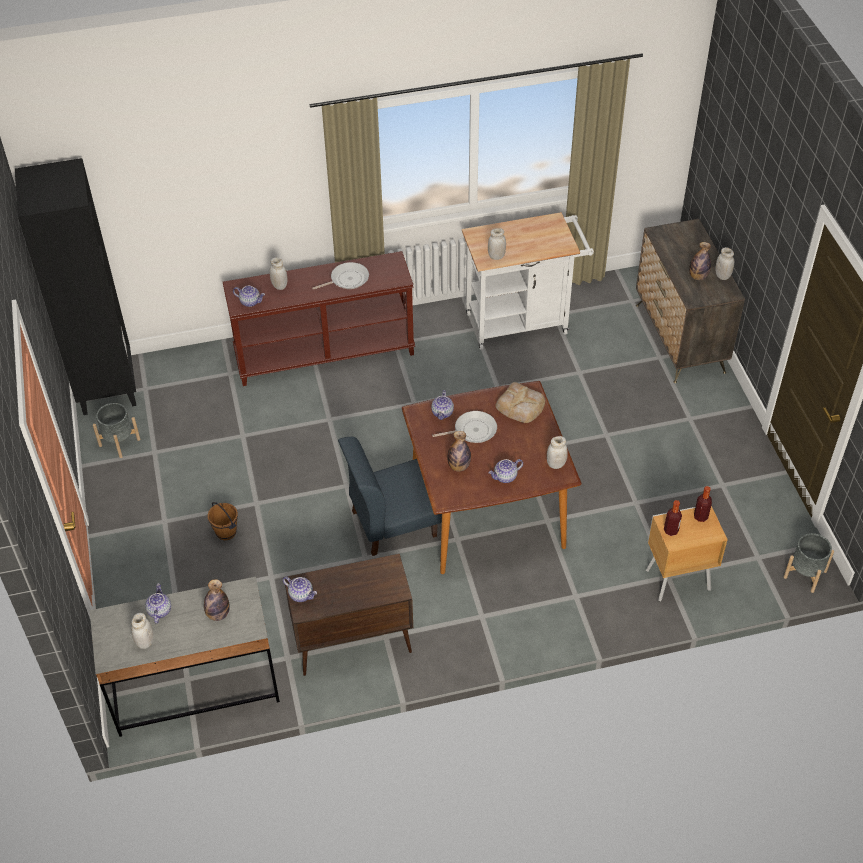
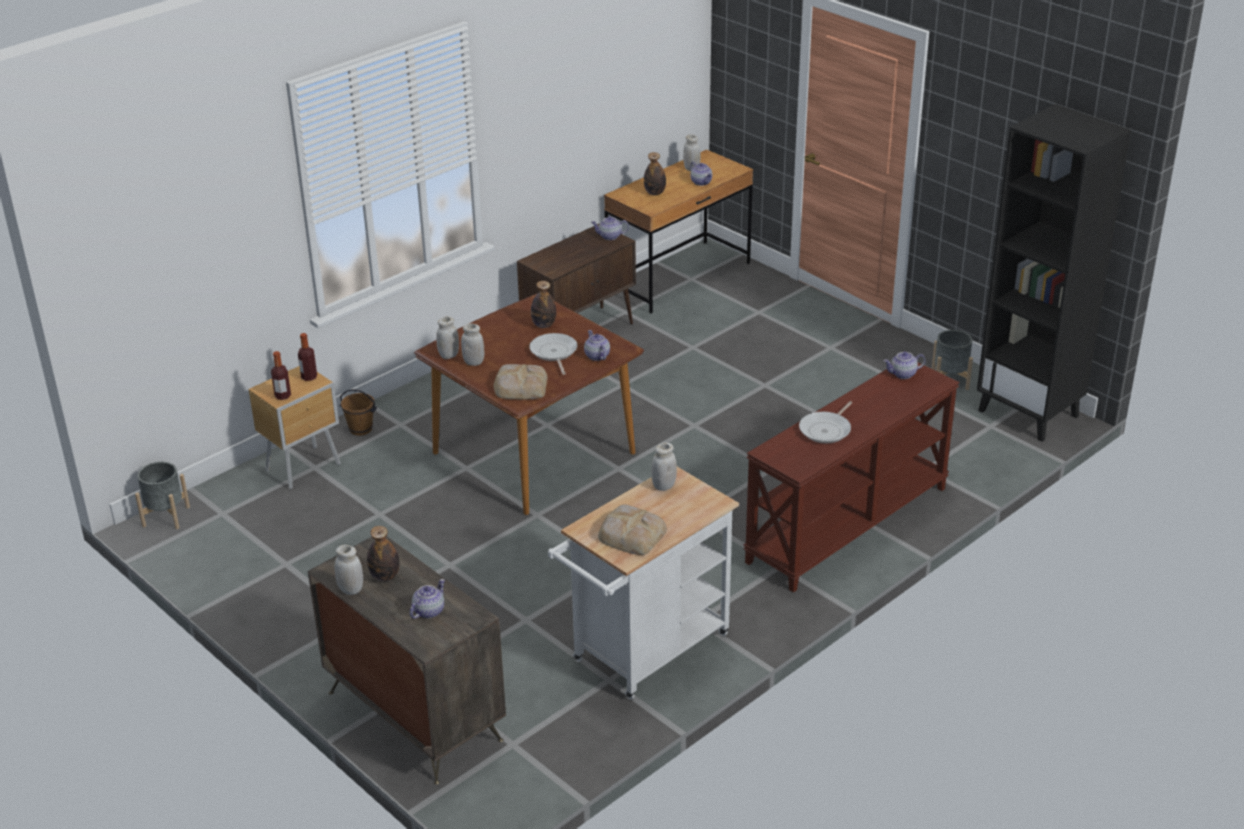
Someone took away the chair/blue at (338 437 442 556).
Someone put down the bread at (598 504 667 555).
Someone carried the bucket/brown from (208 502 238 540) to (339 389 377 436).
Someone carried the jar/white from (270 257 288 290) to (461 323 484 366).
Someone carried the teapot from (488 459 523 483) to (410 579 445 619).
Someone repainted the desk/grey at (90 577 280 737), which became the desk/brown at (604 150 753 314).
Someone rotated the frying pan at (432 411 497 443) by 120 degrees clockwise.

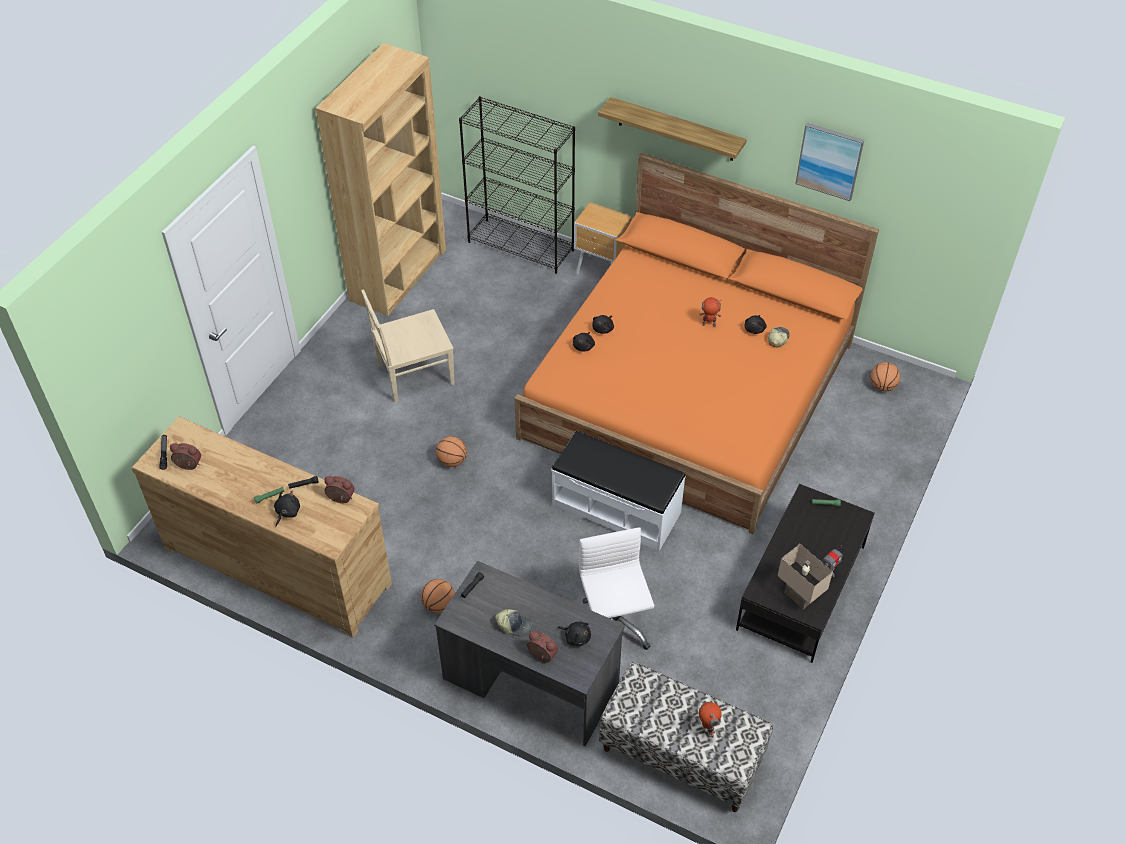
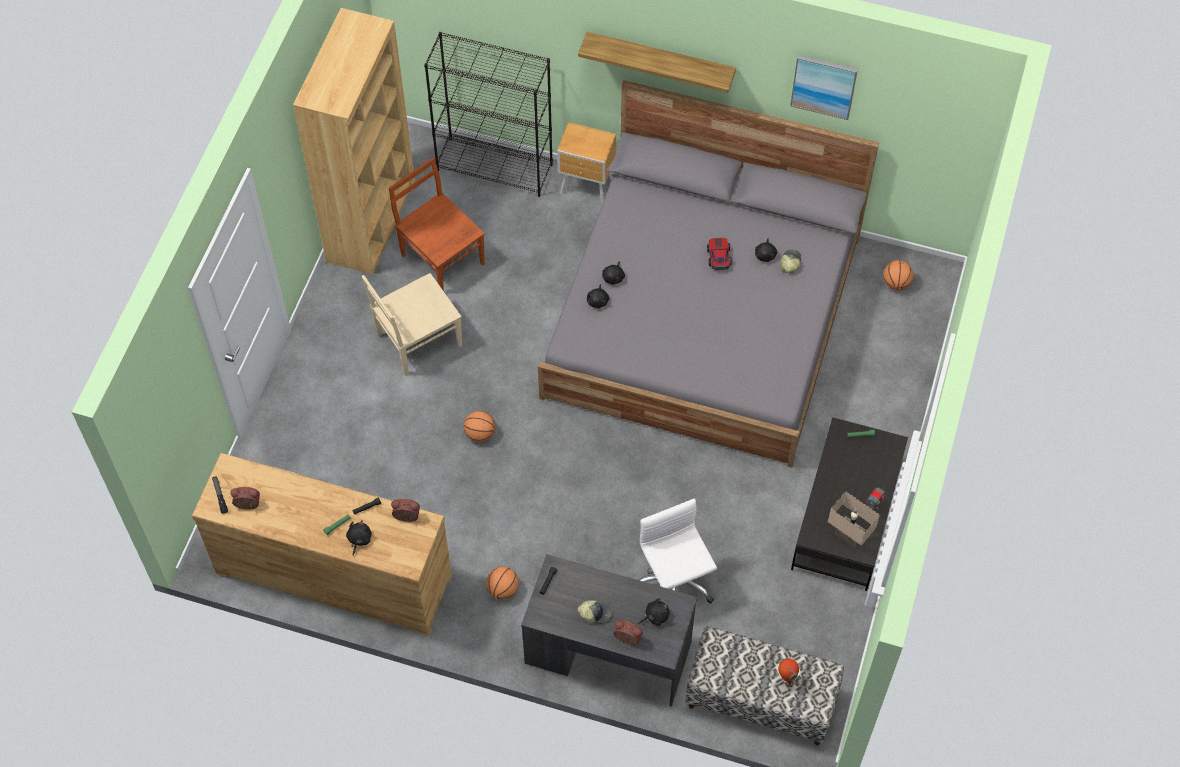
Someone took away the bench/white at (551 430 686 551).
Someone put down the chair/brown at (389 157 485 291).
Someone swapped the toy robot at (699 297 722 327) for the toy car at (707 238 732 270).
Someone repainted the bed/orange at (515 153 879 534), which became the bed/grey at (538 80 879 468).
Someone rotated the plush toy/black at (558 622 591 646) by 45 degrees counterclockwise.

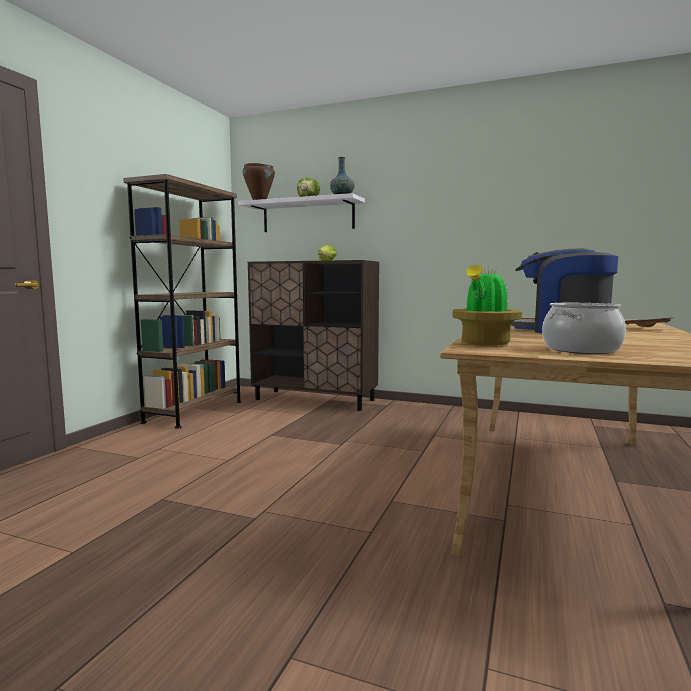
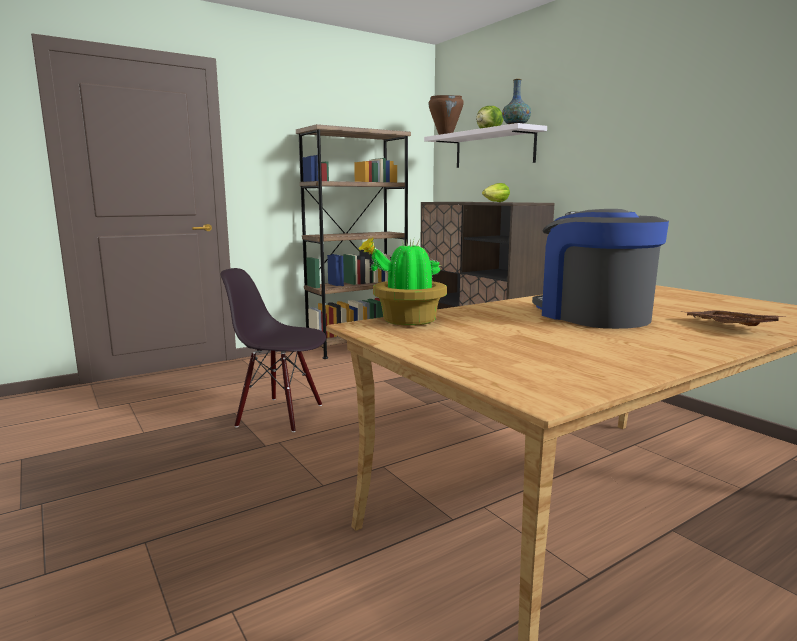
Someone took away the cooking pot at (542 303 626 354).
Someone put down the chair/black at (221 268 326 432).

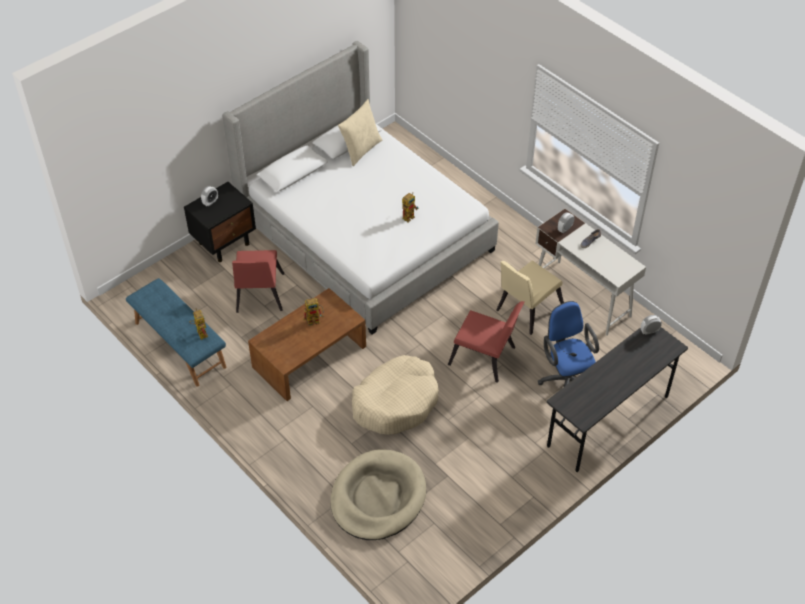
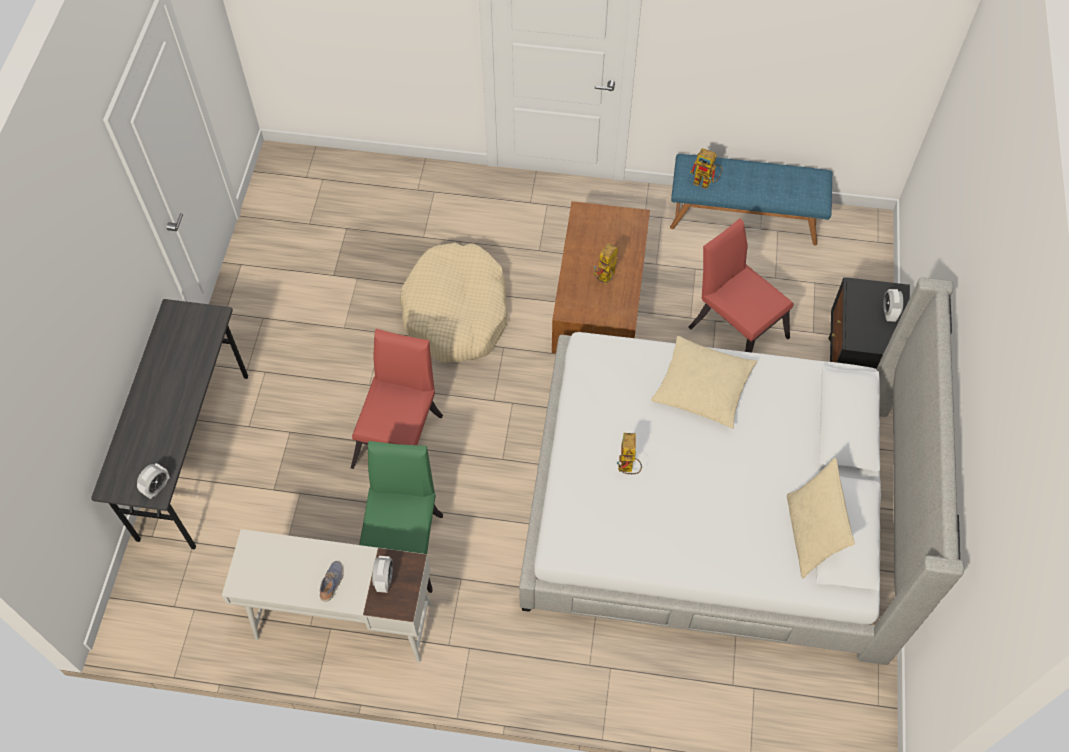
Someone took away the dog bed/beige at (331 449 426 540).
Someone took away the office chair/blue at (538 301 599 387).
Someone put down the pillow/beige at (651 336 757 429).
Someone repainted the chair/beige at (496 260 564 335), which became the chair/green at (359 441 443 593).
Someone rotated the chair/red at (448 301 525 383) by 120 degrees clockwise.

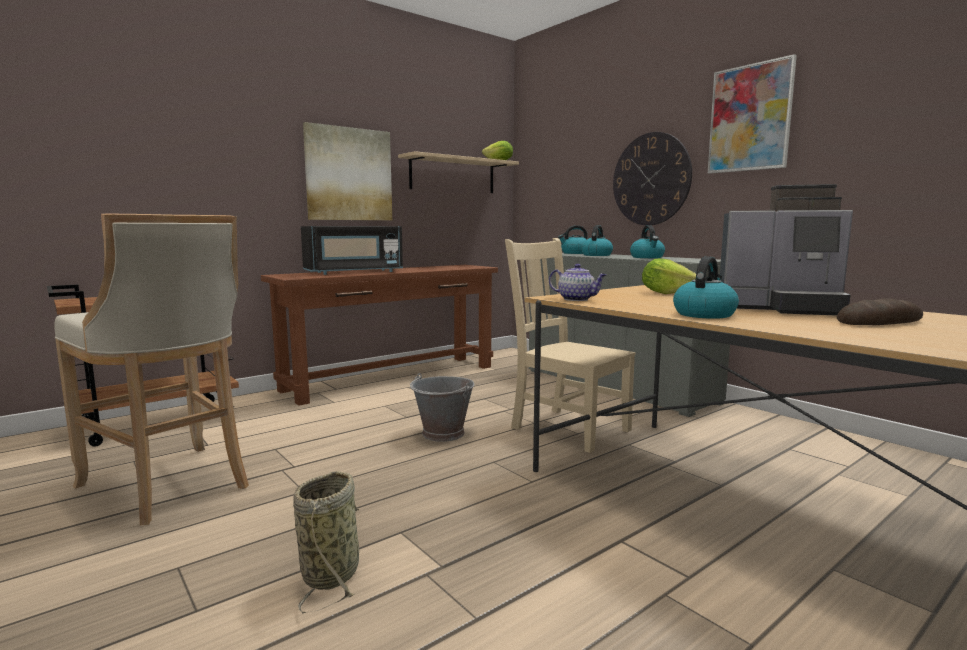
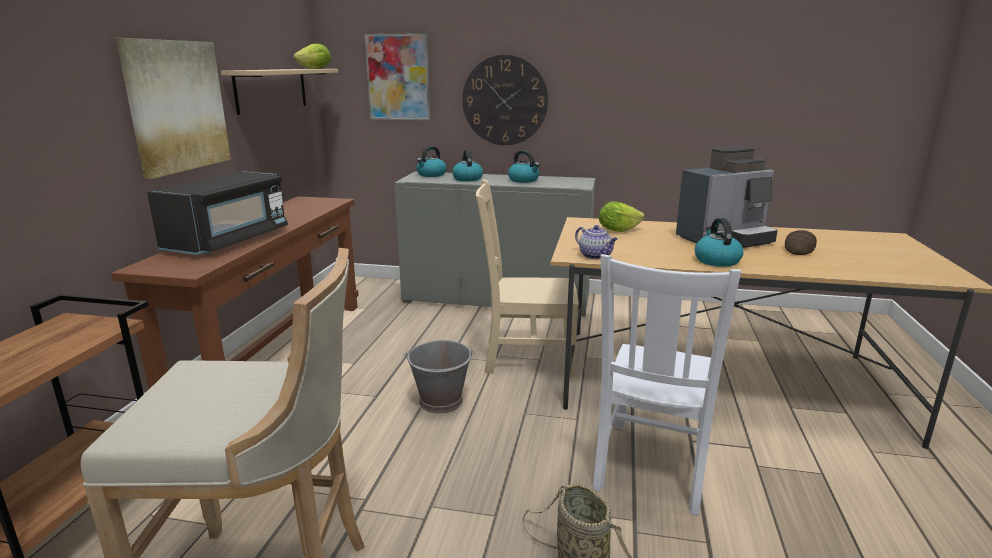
Someone put down the chair/white at (593 254 741 515).
Someone carried the picture from (708 54 797 174) to (364 33 430 120).
Someone rotated the teapot at (549 264 607 301) by 60 degrees clockwise.

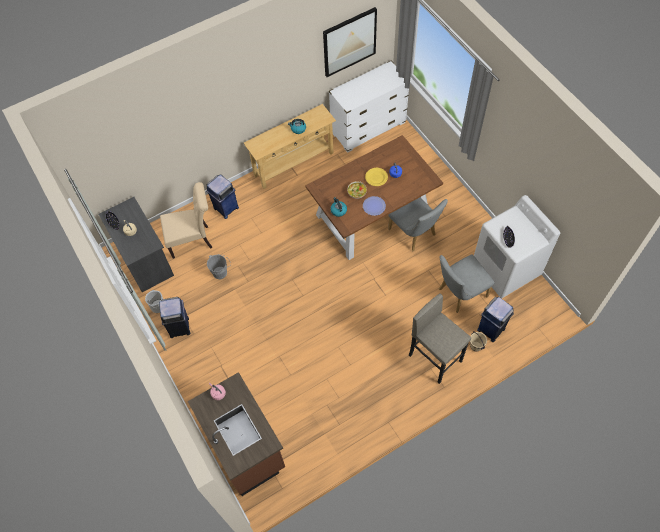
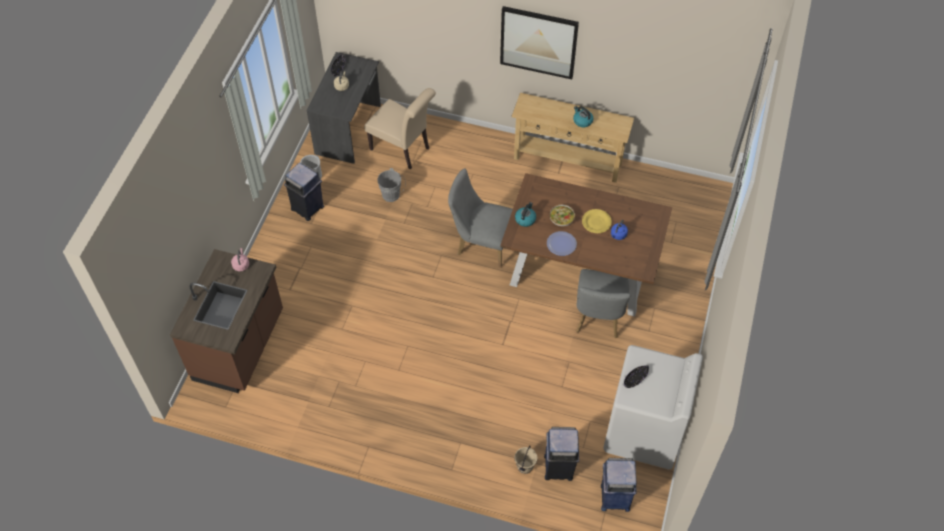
Someone took away the dresser/white at (329 61 409 153).
Someone took away the stool/grey at (409 293 471 384).
Someone carried the trash can/blue from (206 174 239 219) to (601 458 637 512).
Someone carried the picture from (323 7 377 77) to (500 6 579 79).
Someone carried the chair/grey from (439 254 495 313) to (448 169 513 268).

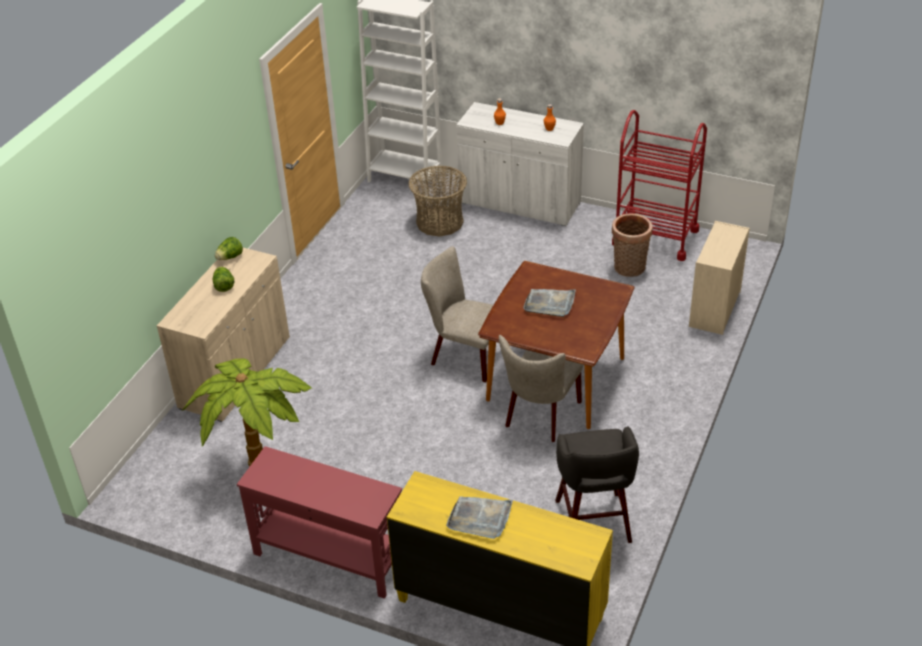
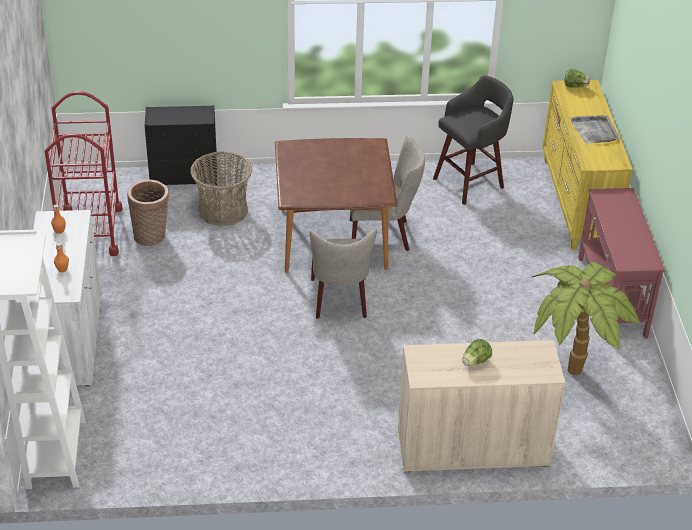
Someone took away the tray/grey at (523 289 576 317).
Someone carried the lettuce from (215 237 243 260) to (564 69 590 88).
Someone carried the basket from (408 166 467 237) to (190 151 252 226).
Someone repainted the dresser/beige at (689 221 750 335), which became the dresser/black at (145 105 217 186).

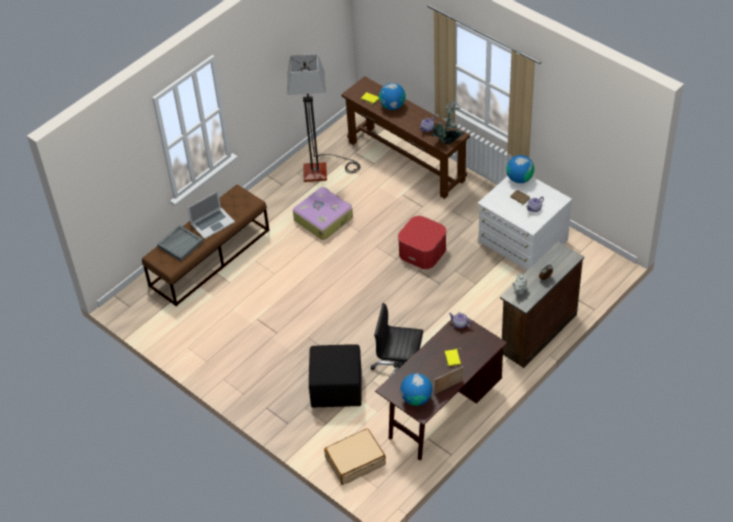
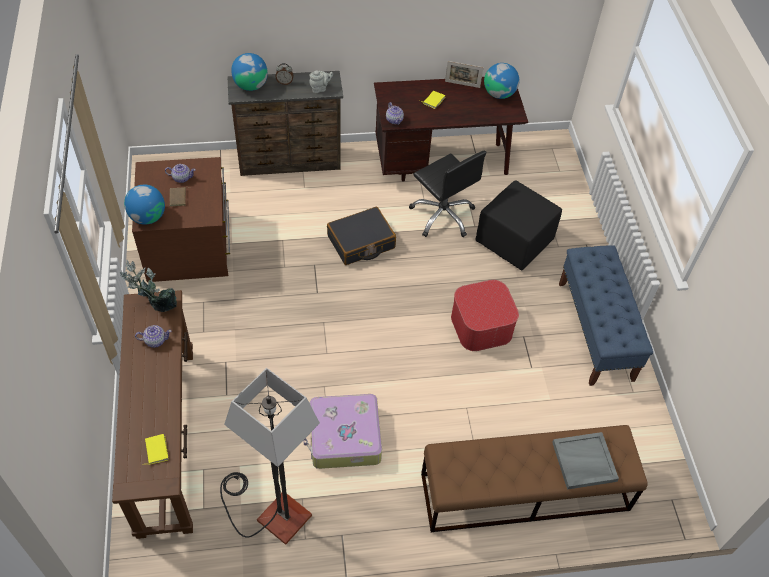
Someone took away the laptop at (187 191 235 239).
Someone took away the suitcase/beige at (324 428 386 485).
Someone put down the suitcase/black at (327 207 396 265).
Someone put down the bench/blue at (559 246 653 386).
Someone carried the globe from (379 83 406 110) to (231 53 268 91).
Someone carried the ottoman from (398 216 447 269) to (451 280 519 351).
Someone repainted the dresser/white at (478 176 572 271), which became the dresser/brown at (132 157 230 282).

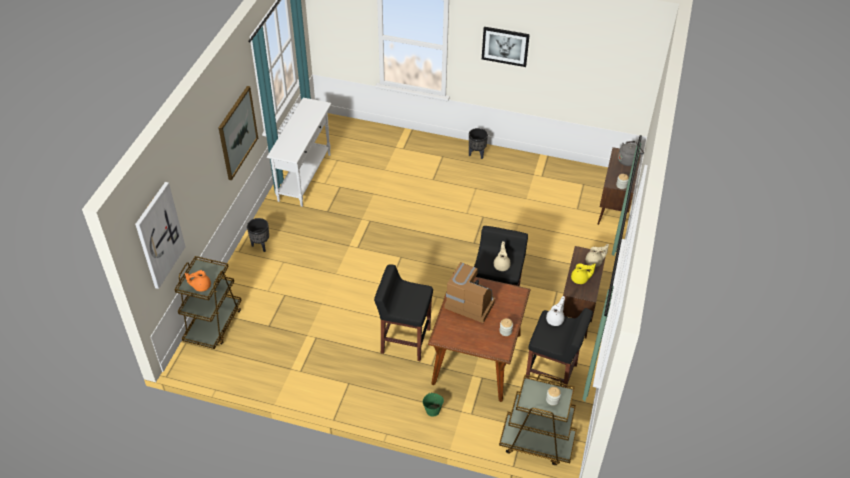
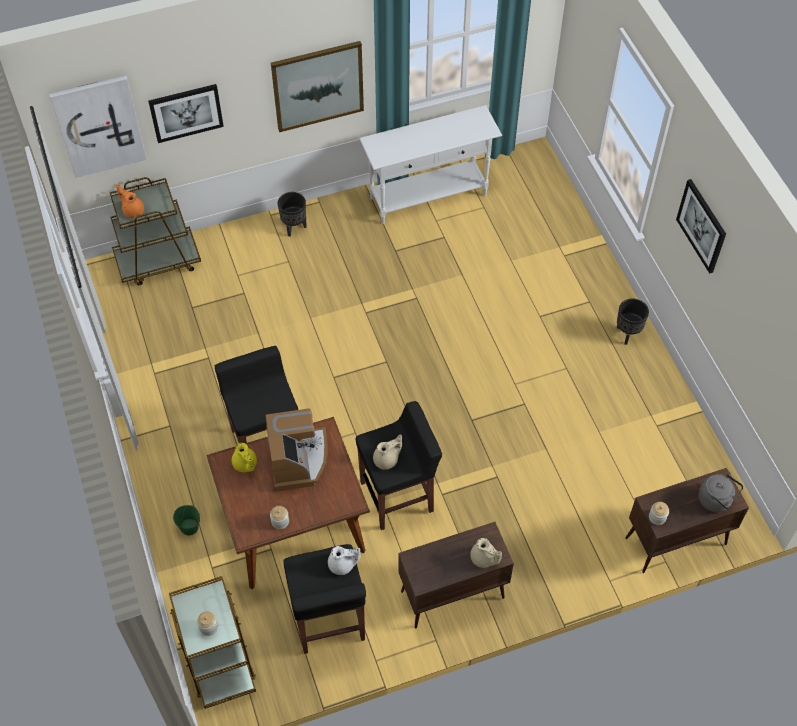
Someone put up the picture at (148 84 224 143).
Someone carried the teapot/yellow from (571 263 596 284) to (232 443 257 472).

